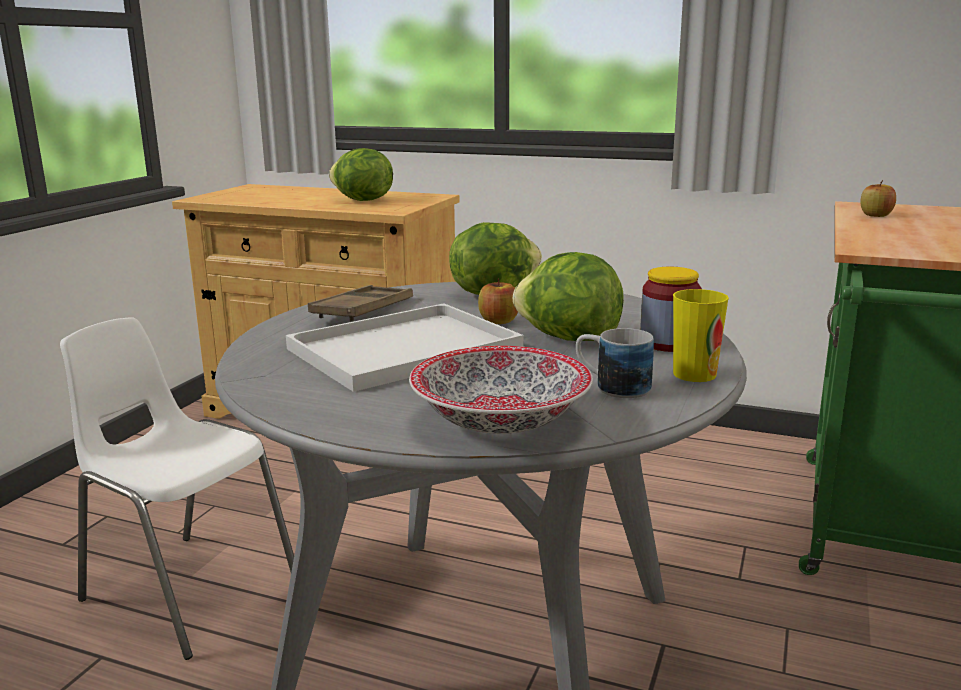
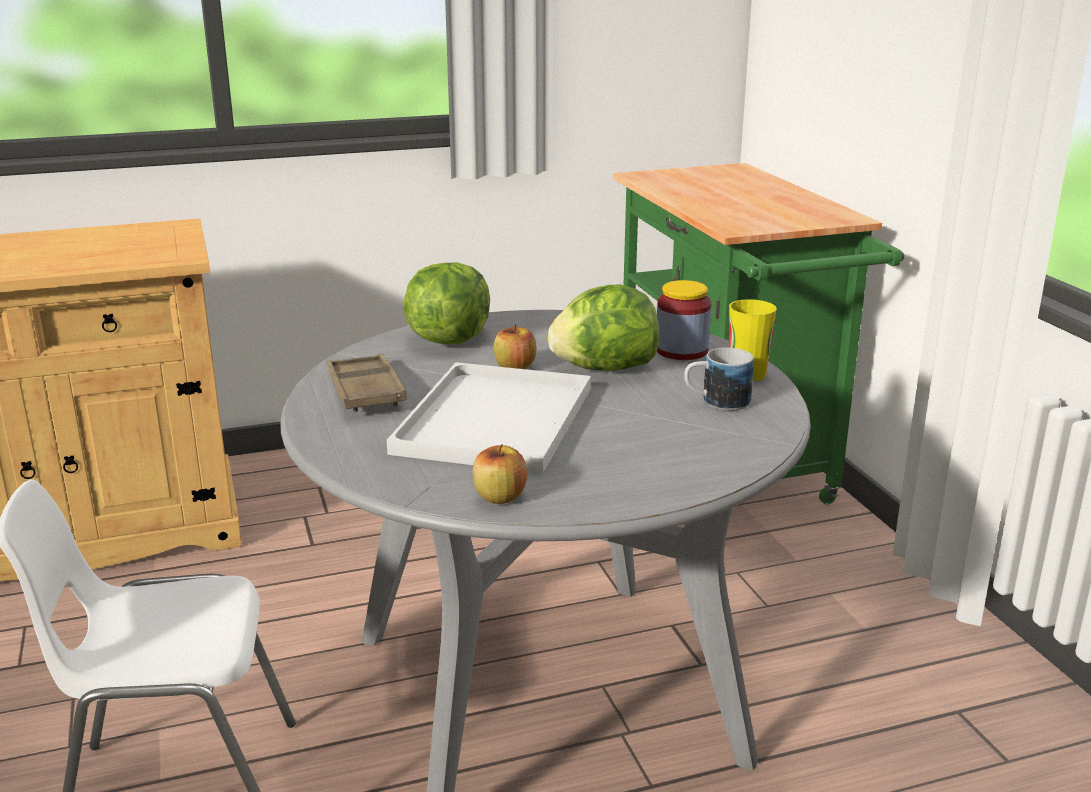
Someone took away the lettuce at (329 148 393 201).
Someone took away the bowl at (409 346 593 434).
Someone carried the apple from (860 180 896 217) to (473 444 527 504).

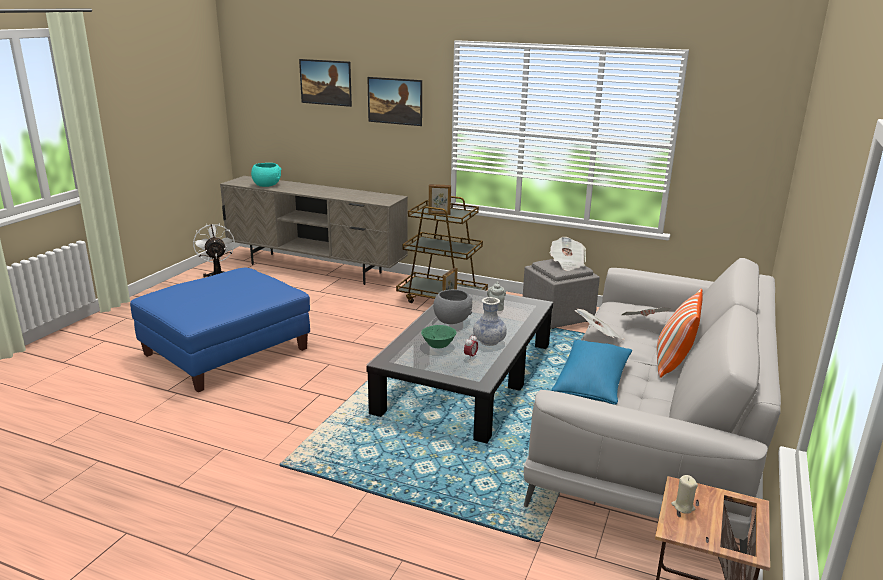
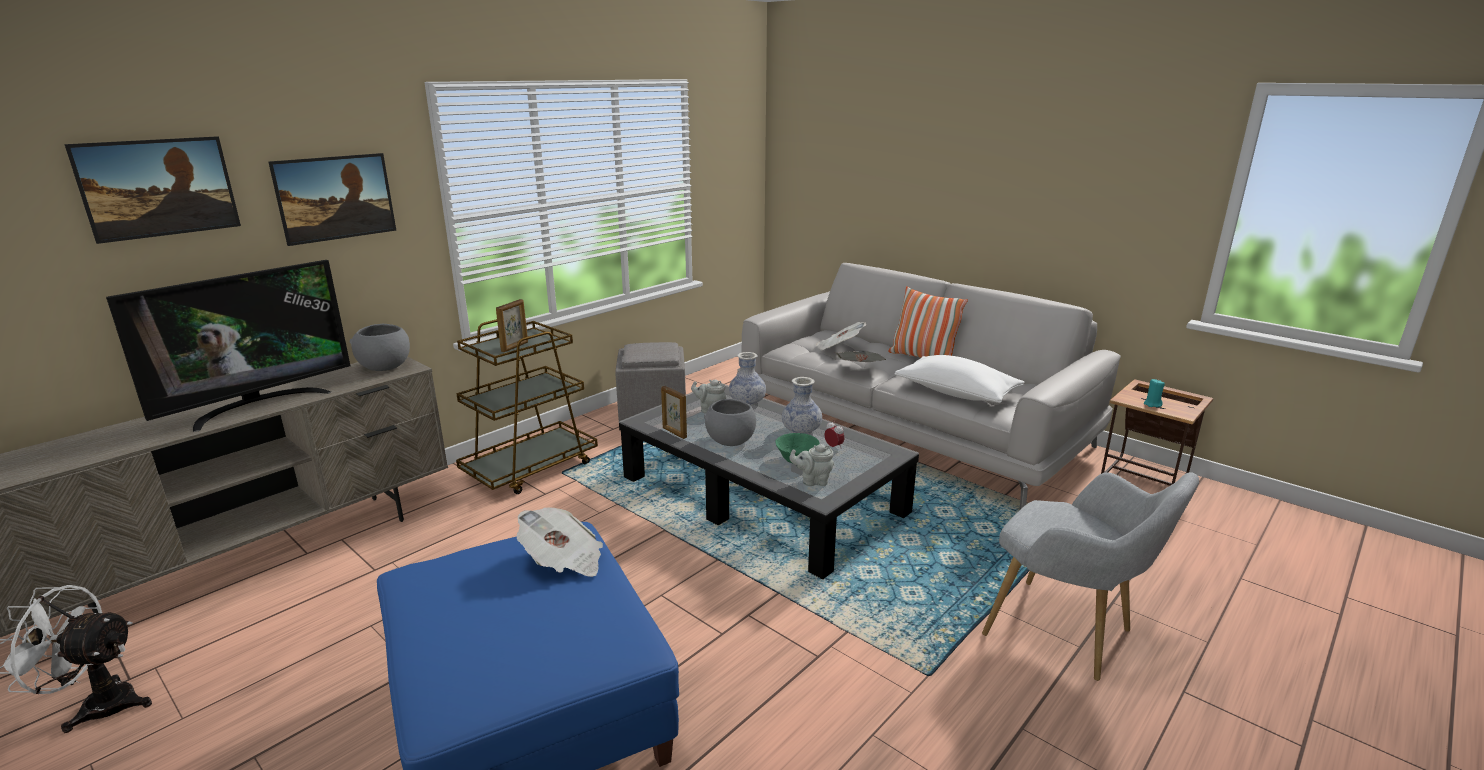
Someone took away the bowl/turquoise at (251 163 282 187).
Someone put down the television at (106 260 350 432).
Someone put down the bowl/grey at (350 324 410 371).
Someone put down the vase at (729 352 766 406).
Someone put down the teapot/grey at (789 444 834 486).
Someone put down the armchair/grey at (982 472 1199 681).
Someone carried the newspaper from (550 237 586 271) to (516 507 603 577).
Someone repainted the pillow/blue at (552 340 632 405), which became the pillow/white at (894 355 1025 403).
Someone repainted the candle/beige at (671 475 698 514), which became the candle/turquoise at (1144 379 1165 407).

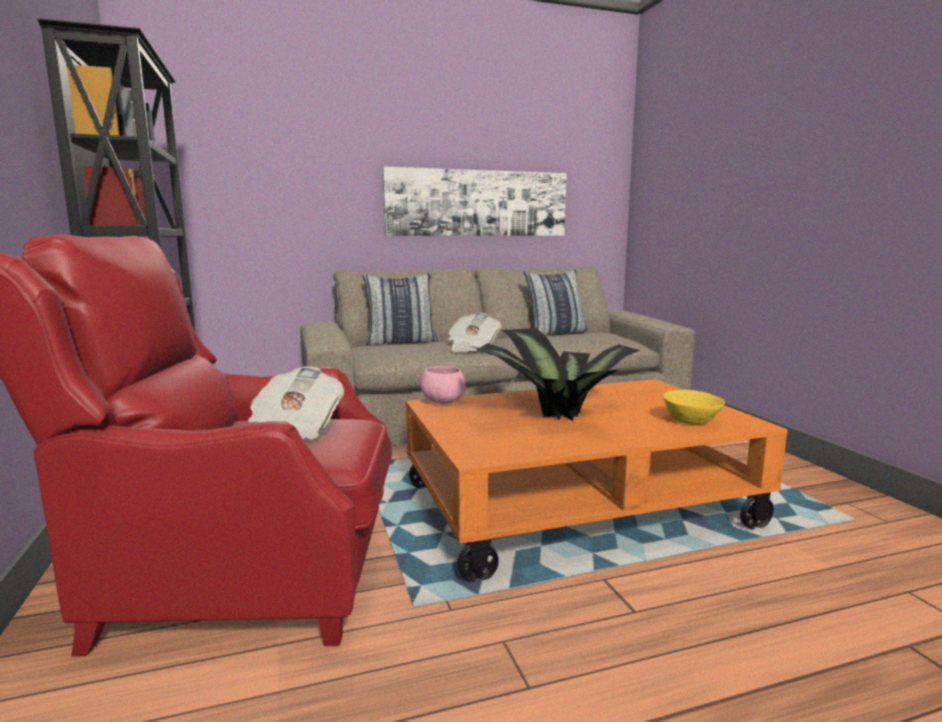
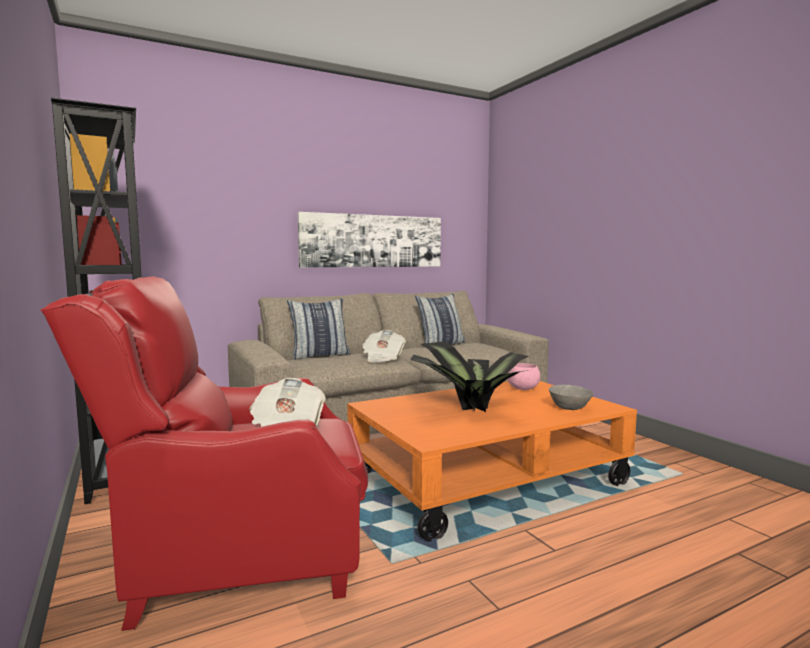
Someone carried the bowl/pink from (421 366 465 404) to (507 363 540 390).
Someone repainted the bowl/yellow at (663 390 725 425), which became the bowl/grey at (549 385 594 410).

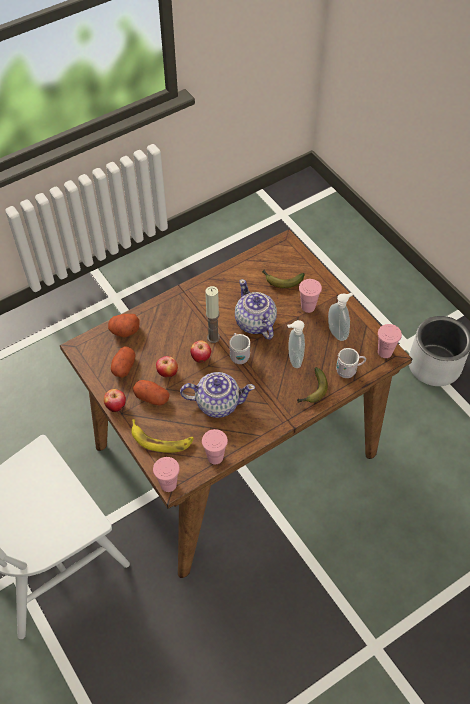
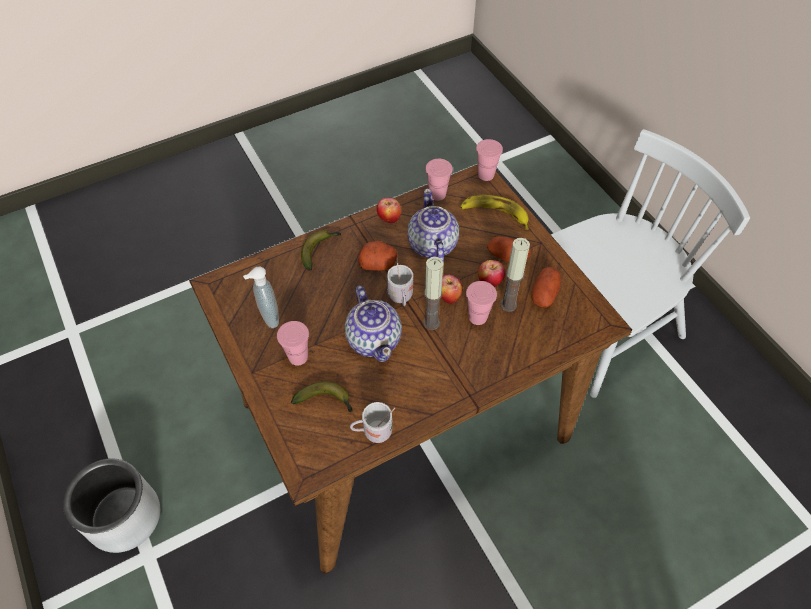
Someone took away the soap dispenser at (287 320 305 368).
Someone put down the candle at (500 238 530 312).
Someone carried the apple from (104 389 126 412) to (377 198 401 224).
Someone carried the potato from (108 314 140 337) to (358 241 397 271).
Someone carried the mug/white from (336 348 366 378) to (350 402 395 443).
Someone carried the cup/pink from (378 324 402 358) to (466 281 497 325).
Someone rotated the teapot at (180 372 255 418) by 75 degrees clockwise.

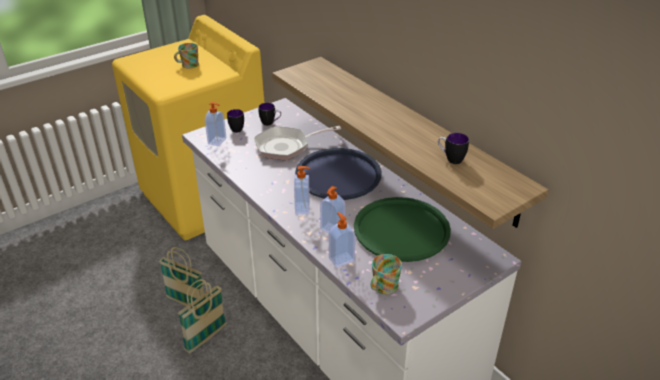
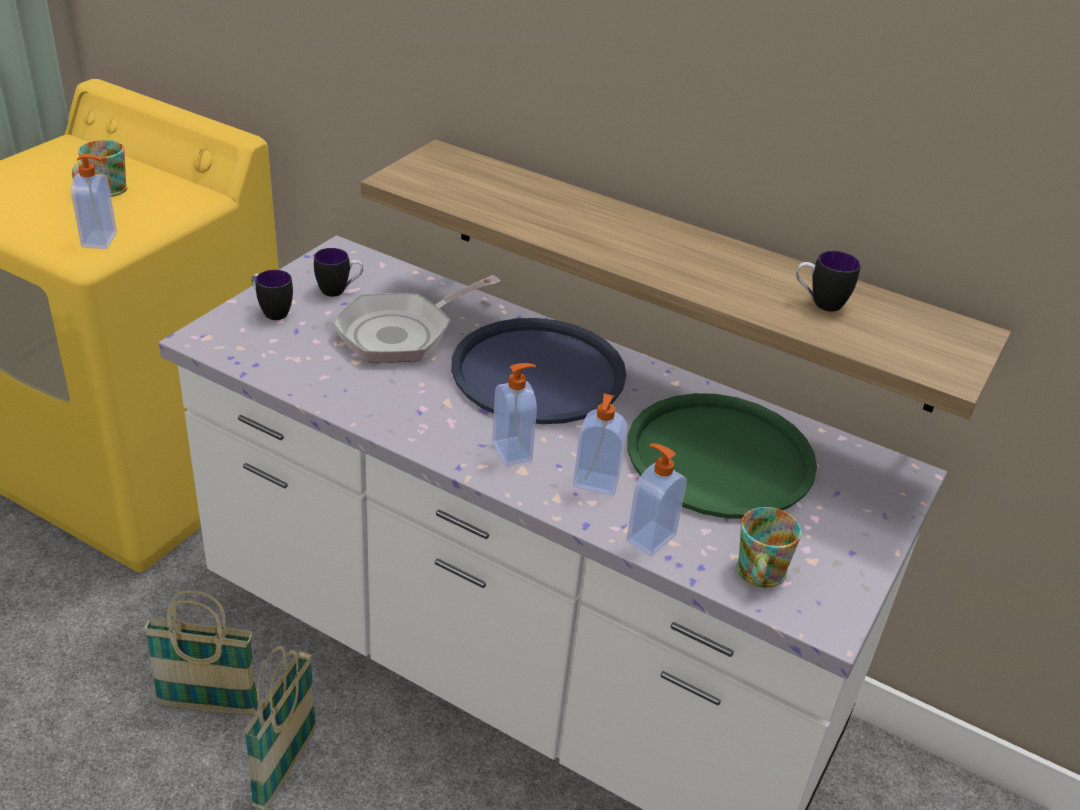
Someone carried the soap dispenser from (205 102 226 146) to (71 154 117 249).

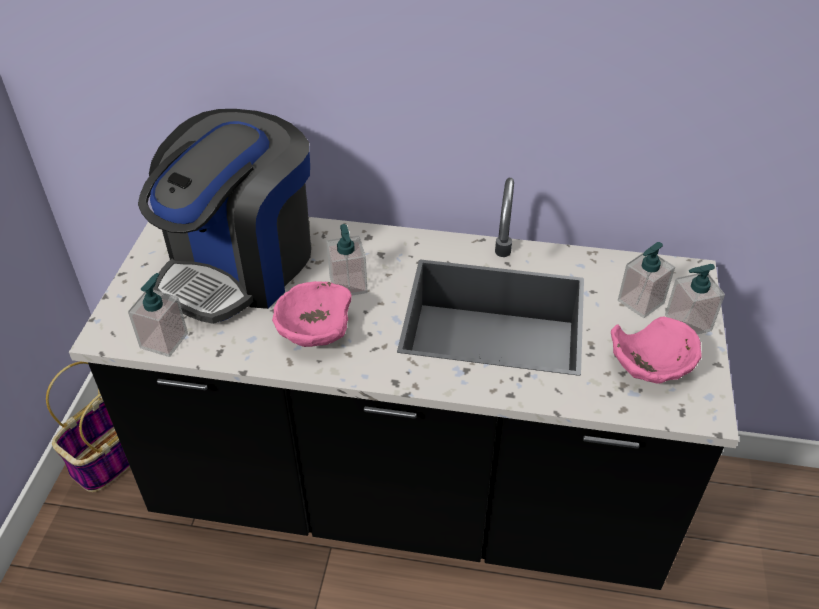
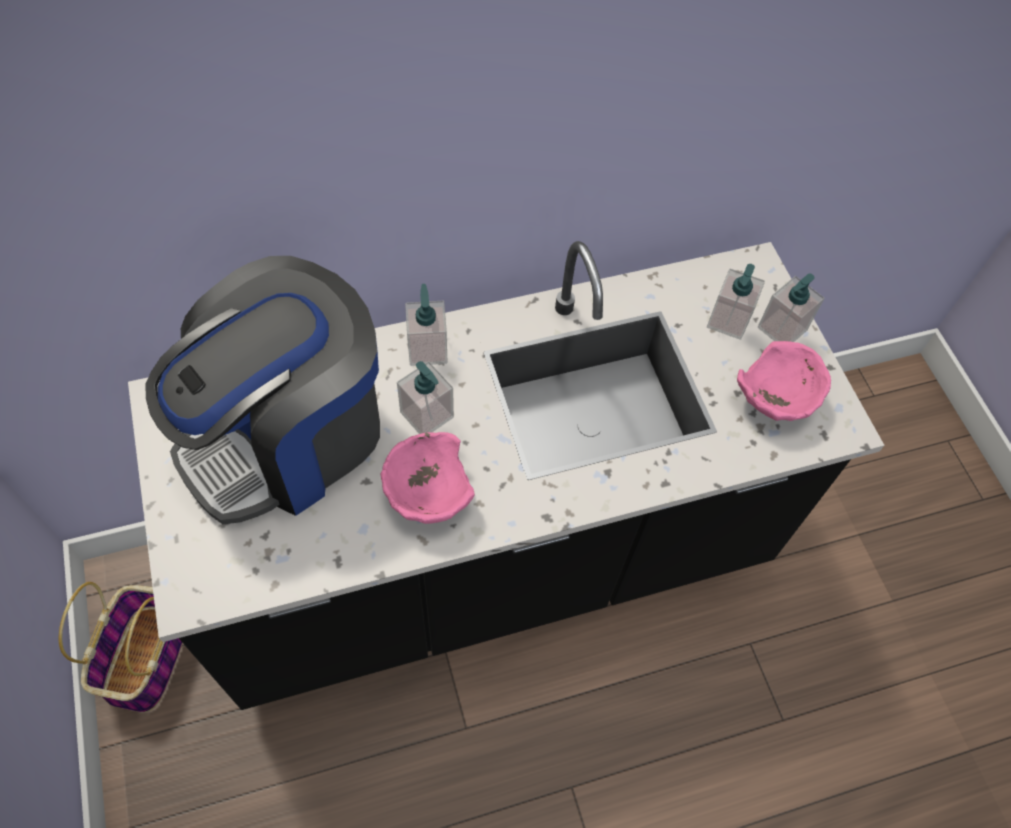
Someone carried the soap dispenser from (128 273 188 357) to (405 284 447 366).
Someone rotated the coffee machine at (138 109 311 324) by 45 degrees clockwise.

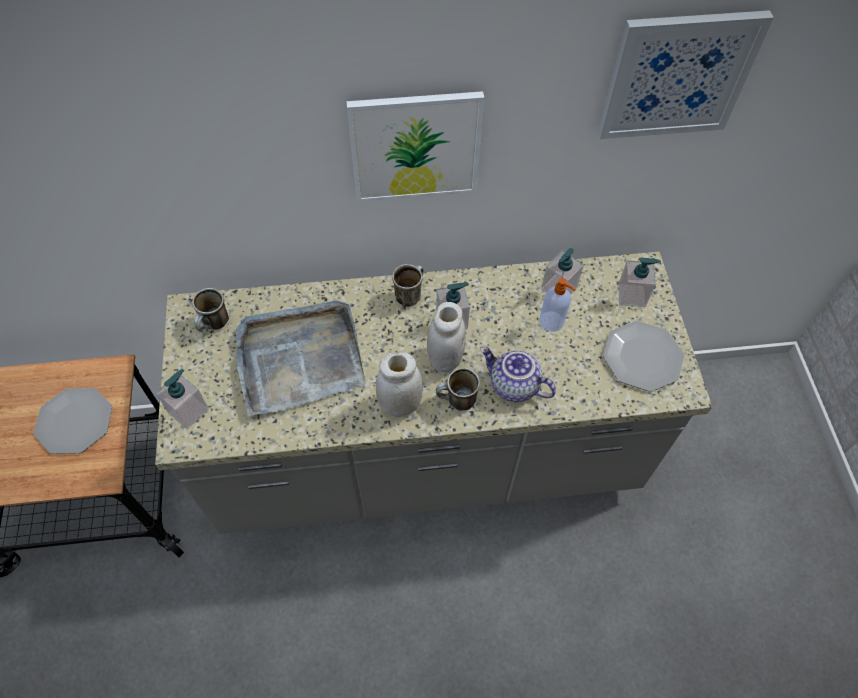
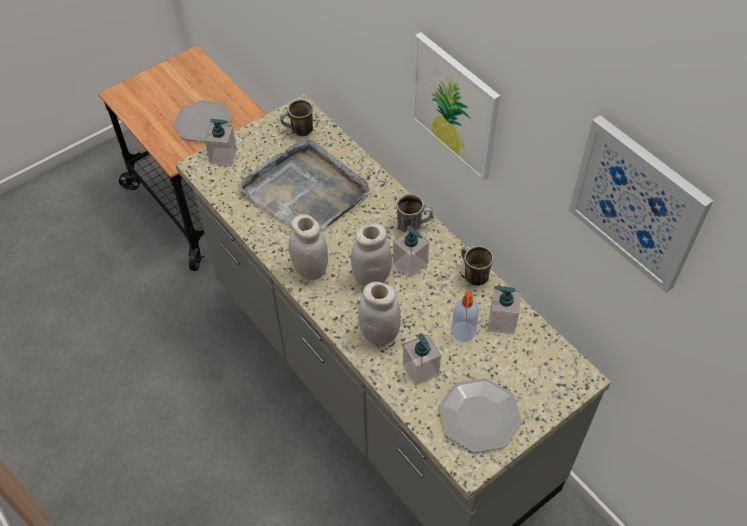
Someone carried the mug from (436 368 480 411) to (461 246 494 286).
Someone carried the soap dispenser from (618 257 661 307) to (403 333 441 386).
Someone swapped the teapot at (480 346 556 402) for the jar/white at (358 282 401 345).

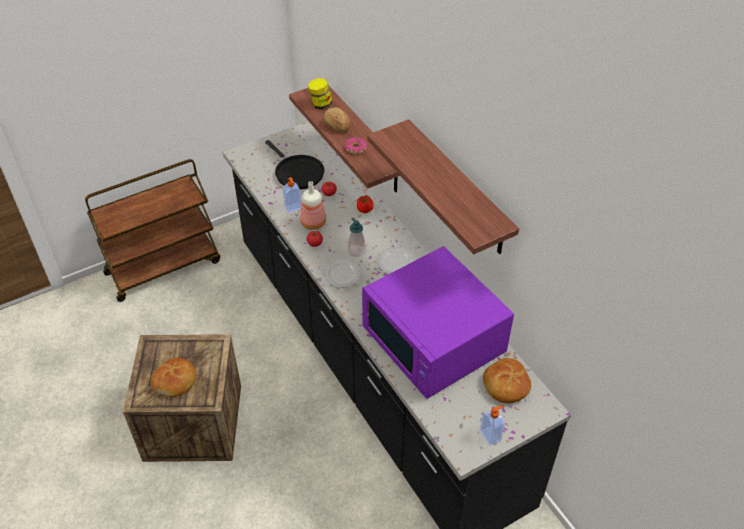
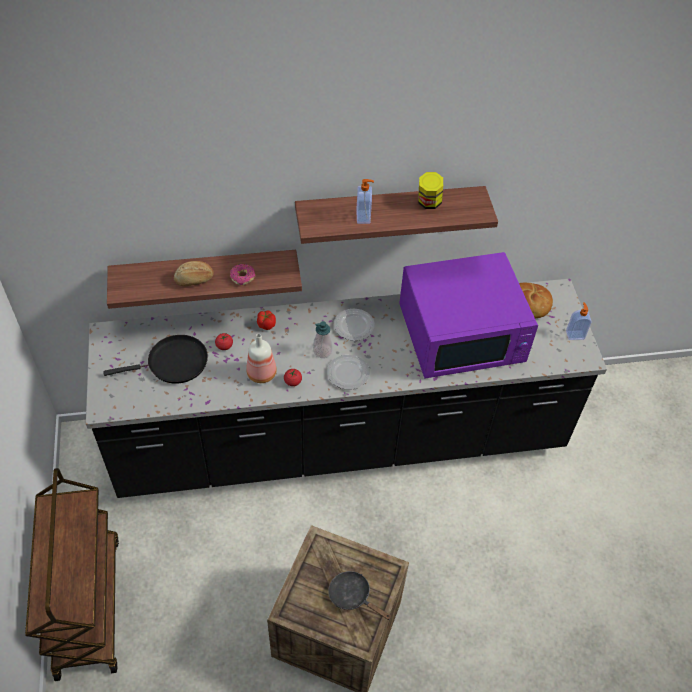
Someone carried the soap dispenser from (283 177 302 213) to (356 179 374 224).
Someone carried the jar from (308 78 332 109) to (418 172 443 209).
Someone swapped the bread at (151 358 197 397) for the frying pan/black at (328 571 392 620).

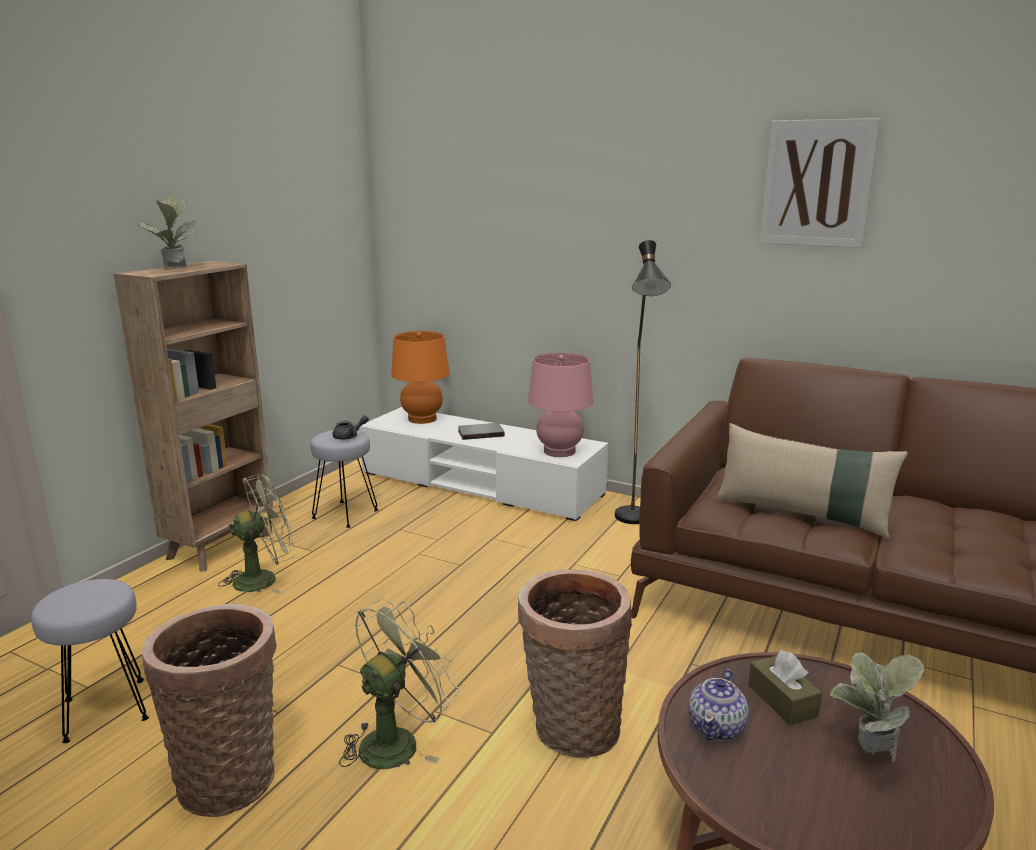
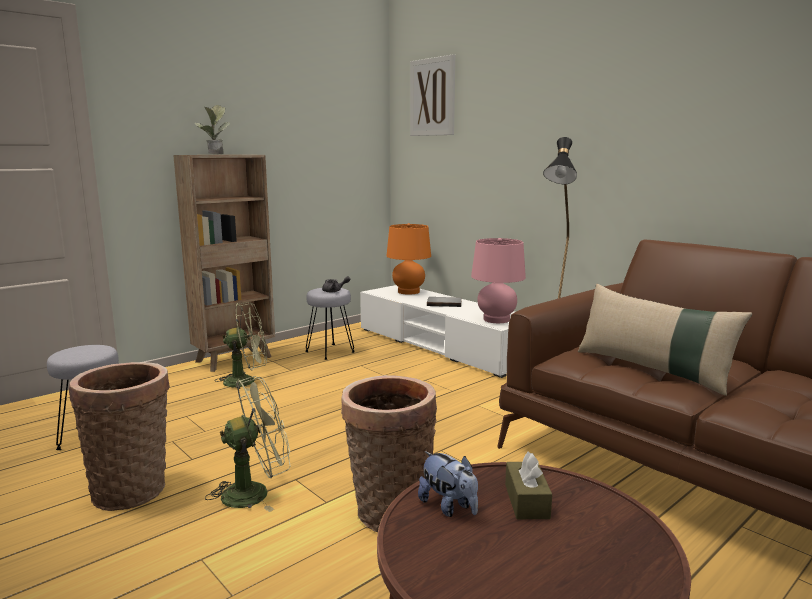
Someone took away the potted plant at (830 653 924 763).
Someone carried the picture from (760 118 880 248) to (410 54 455 136).
Someone swapped the teapot at (688 669 749 741) for the plush toy at (418 451 478 517).

